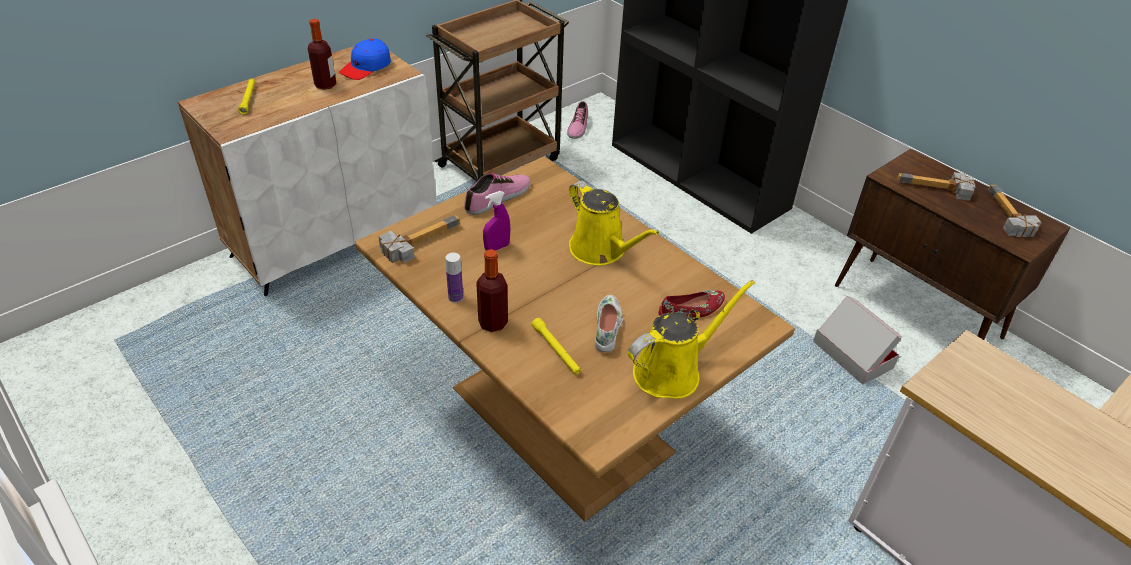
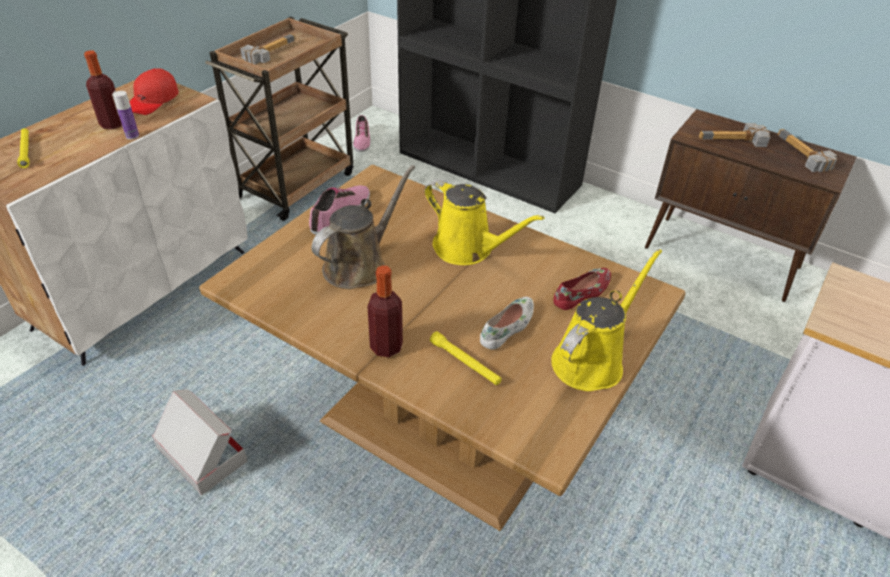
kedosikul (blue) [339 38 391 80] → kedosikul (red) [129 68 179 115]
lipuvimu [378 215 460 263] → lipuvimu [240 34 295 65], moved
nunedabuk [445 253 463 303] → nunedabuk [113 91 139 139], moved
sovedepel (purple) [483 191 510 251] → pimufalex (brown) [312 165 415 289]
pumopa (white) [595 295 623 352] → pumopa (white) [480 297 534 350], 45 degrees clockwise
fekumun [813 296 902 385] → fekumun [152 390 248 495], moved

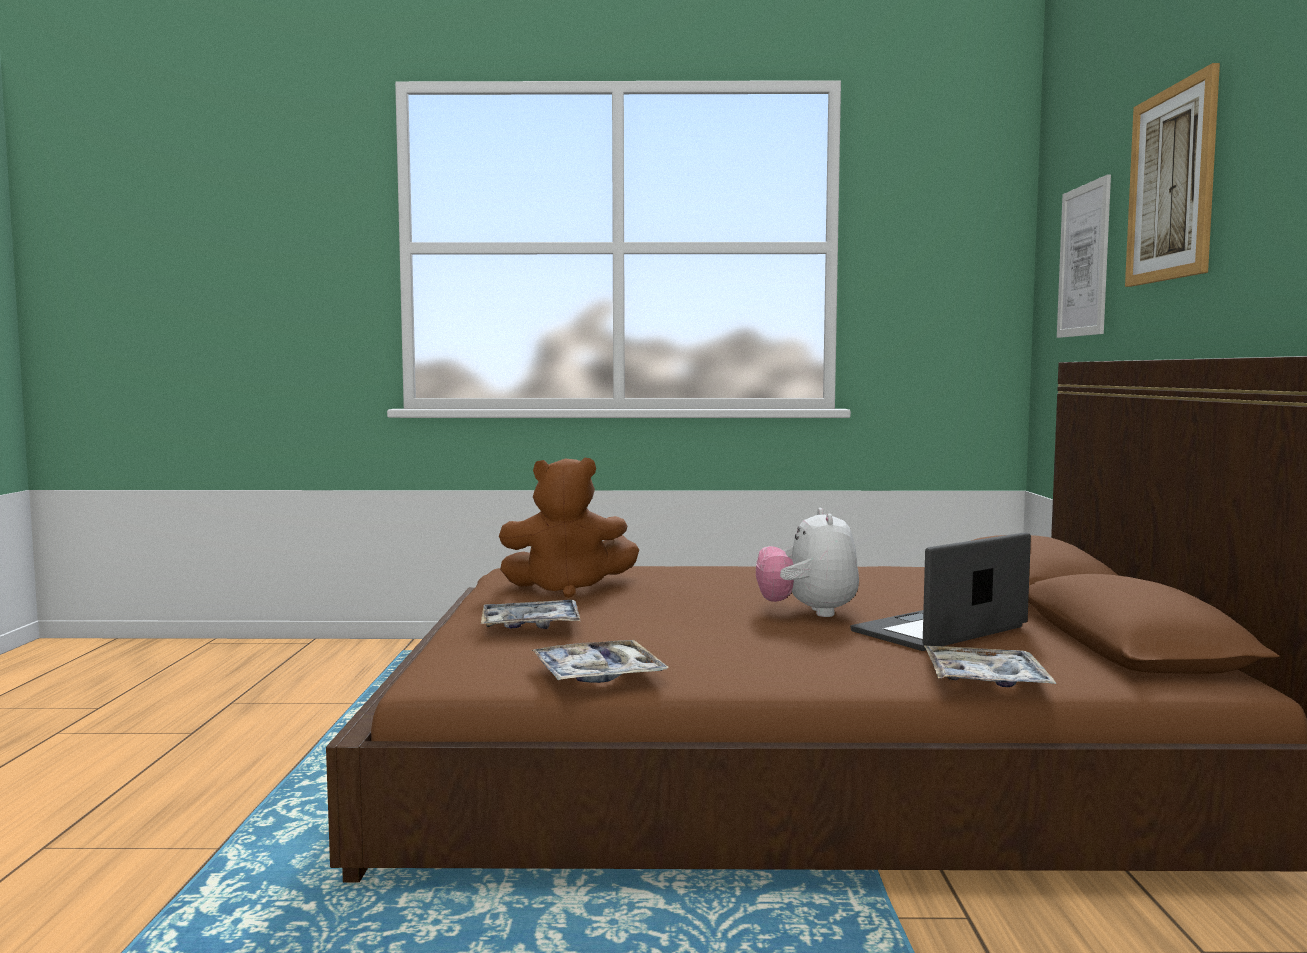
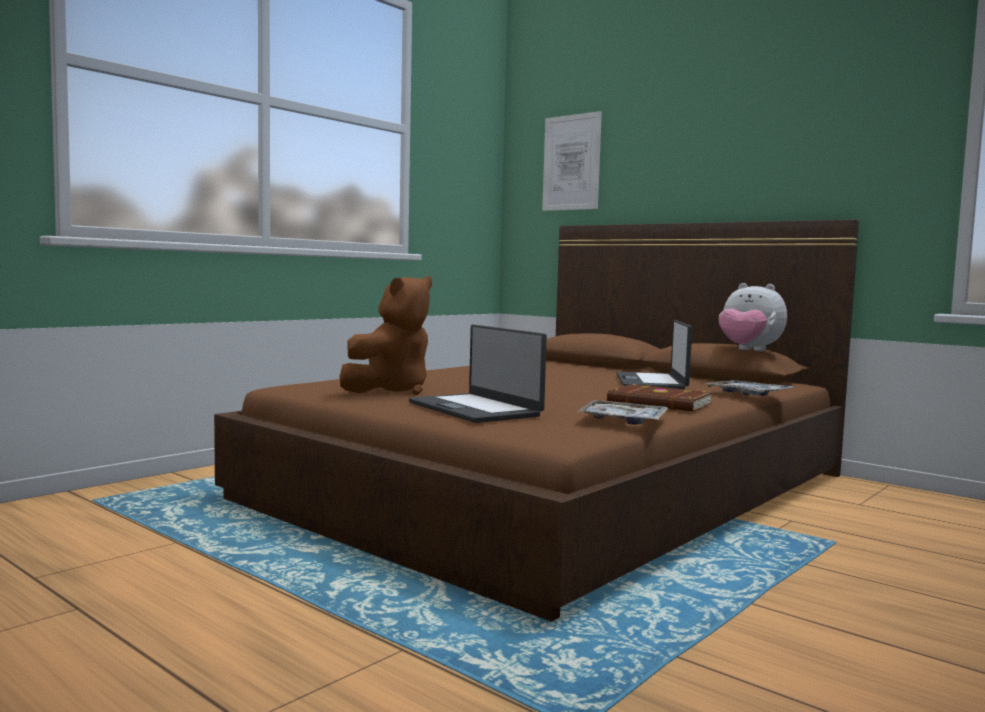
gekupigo [481 600 580 629] → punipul [409 324 547 423]
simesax [756 508 859 617] → simesax [719 283 787 351], moved
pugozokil [1125 63 1220 287] → -
- → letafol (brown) [607 384 712 412]

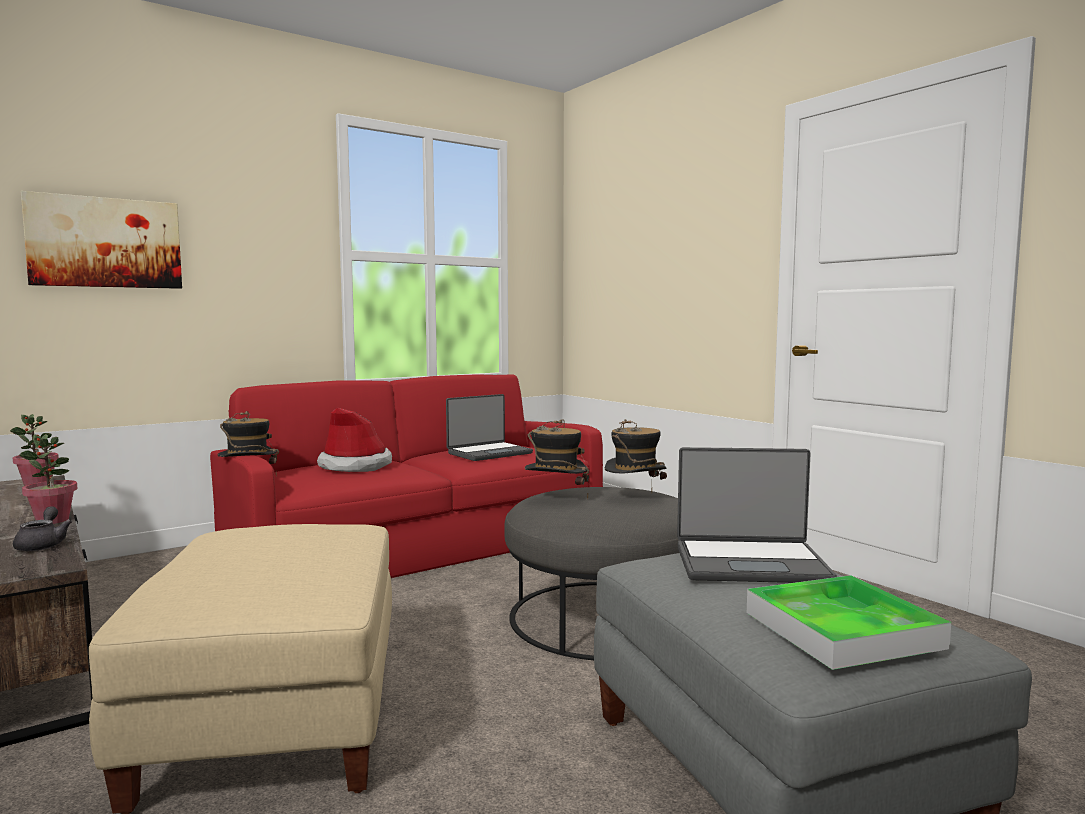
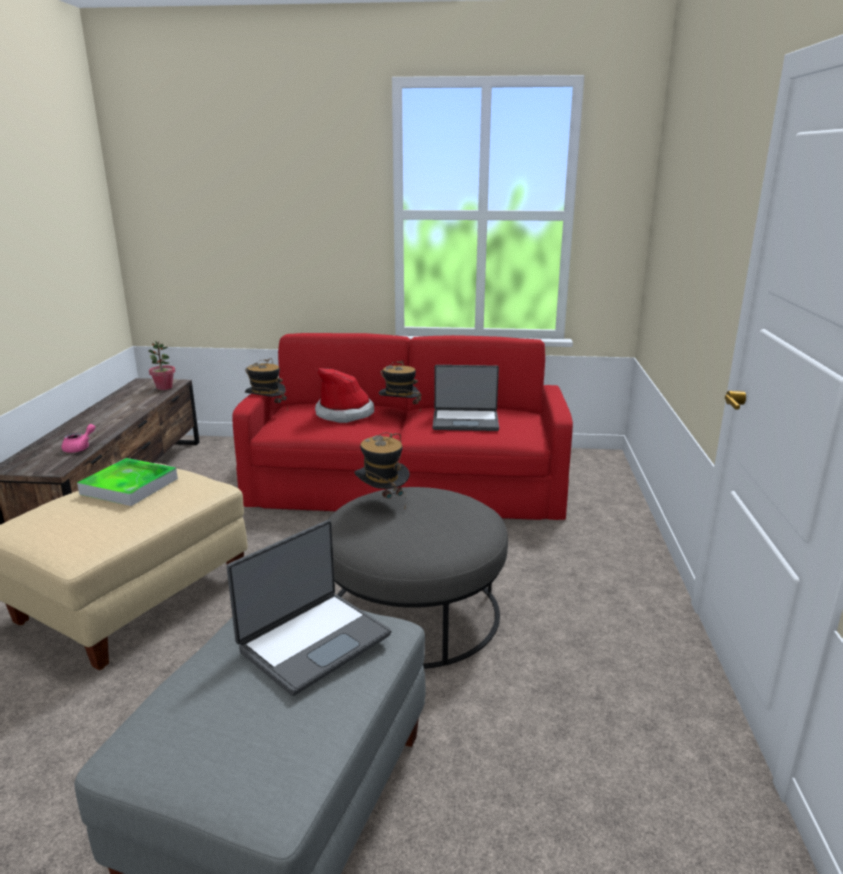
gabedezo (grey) [13 506 72 551] → gabedezo (pink) [62 424 95 453]
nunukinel [19 434 78 524] → -
pugozokil [21 191 182 289] → -
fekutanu [605 419 667 491] → fekutanu [379 360 421 404], moved
punipul [677 447 837 583] → punipul [227 520 391 696], 90 degrees counterclockwise
gekupigo [747 575 951 670] → gekupigo [77 458 178 506], moved

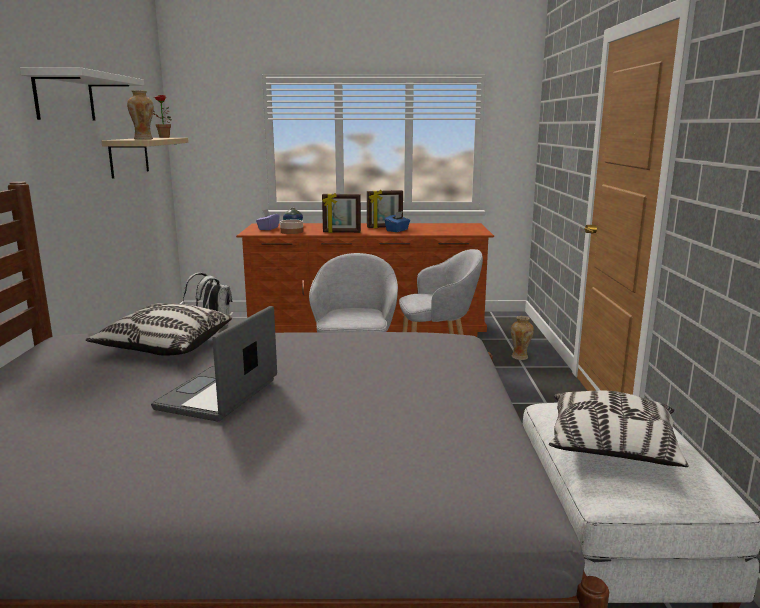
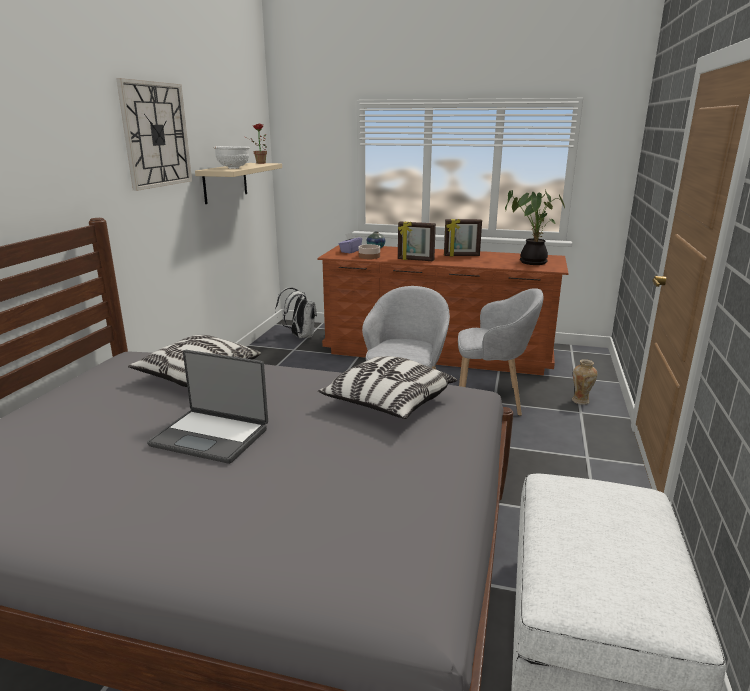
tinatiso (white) [20 67 144 121] → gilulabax [116 78 192 191]
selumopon [127 90 154 139] → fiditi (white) [214 146 250 169]
punipul [151 306 277 421] → punipul [147 350 268 464], 105 degrees counterclockwise
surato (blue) [384 211 410 232] → -
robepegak [549 390 689 467] → robepegak [318 356 457 419], moved
- → nunukinel [505 190 565 265]

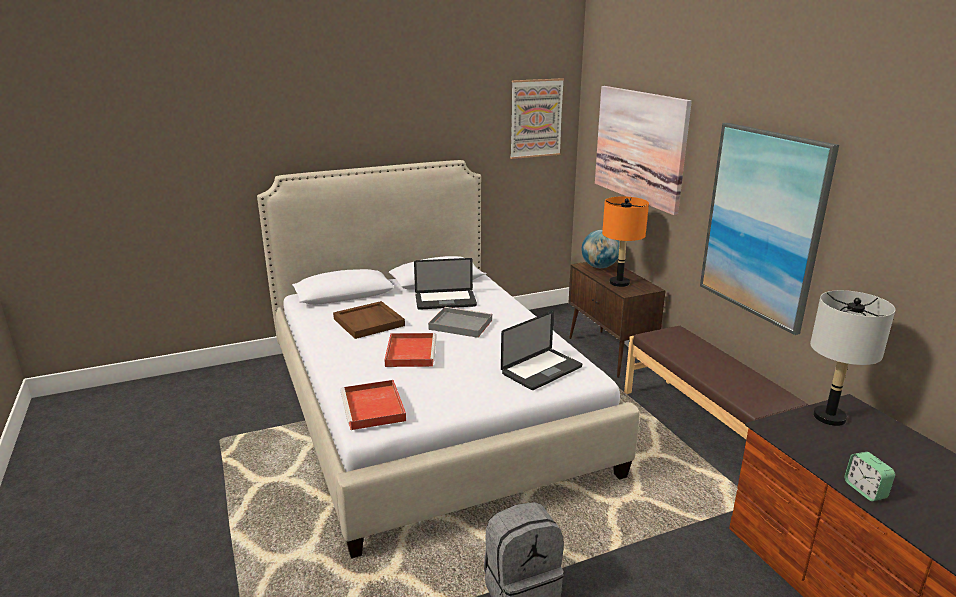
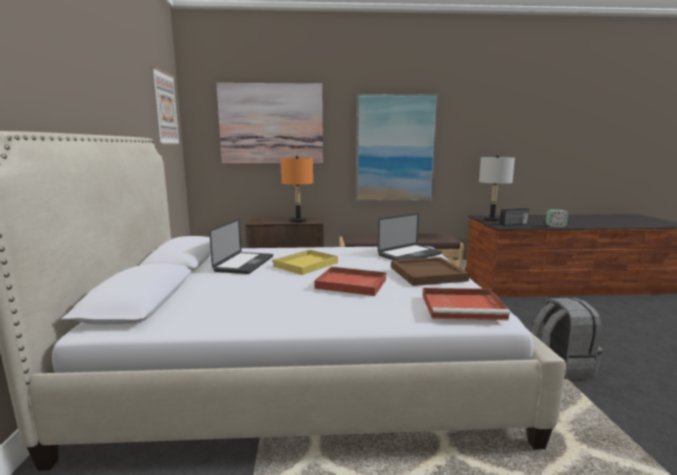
gekupigo (brown) [333 301 405 339] → gekupigo (brown) [391 257 469 286], moved
gekupigo (grey) [428 307 493 338] → gekupigo (yellow) [272 250 338 275]
punipul [501 311 582 390] → punipul [377 213 442 260], 75 degrees clockwise
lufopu [581 230 620 268] → -
- → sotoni [500 208 529 226]

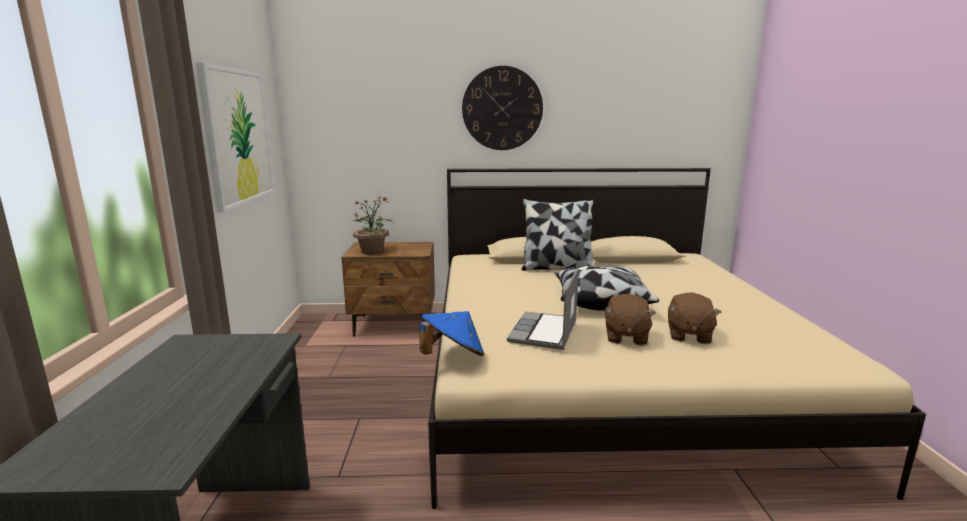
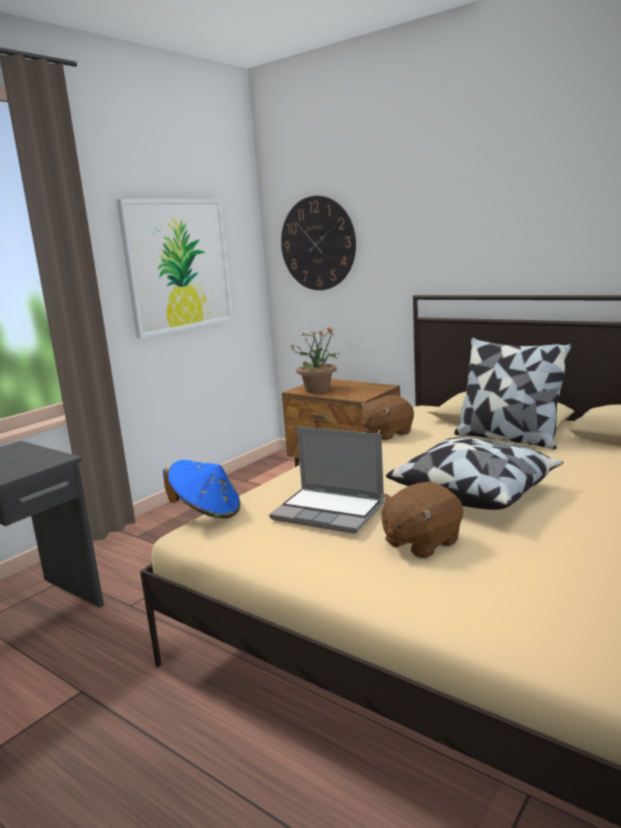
gilulabax [462 66 543 150] → gilulabax [281 196 356 290], moved
punipul [507 268 579 350] → punipul [269 427 384 534], 120 degrees counterclockwise
simesax (brown) [668 292 722 344] → simesax (brown) [360 395 414 441], moved

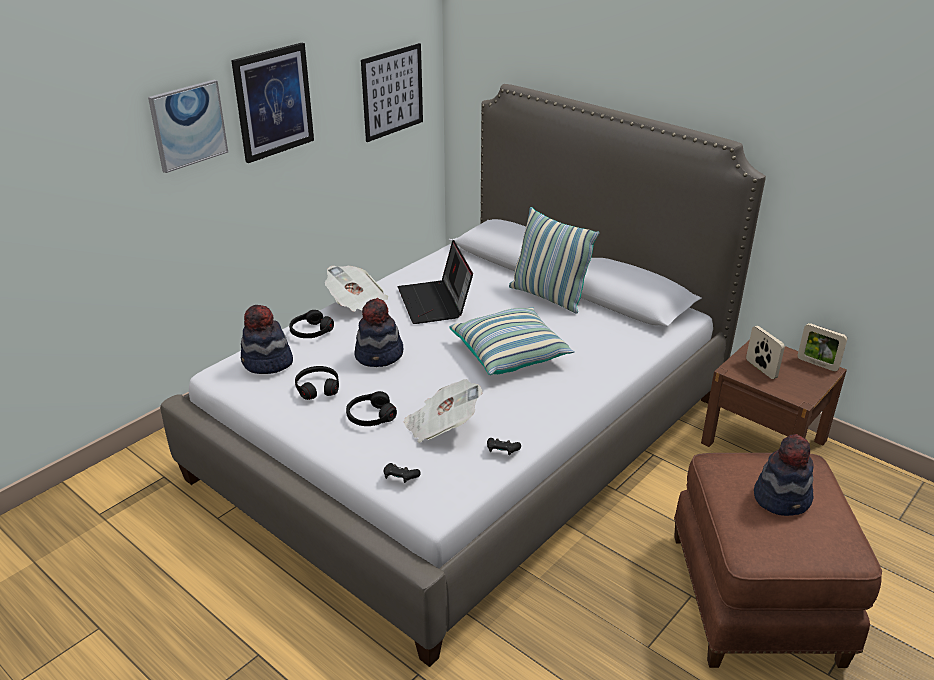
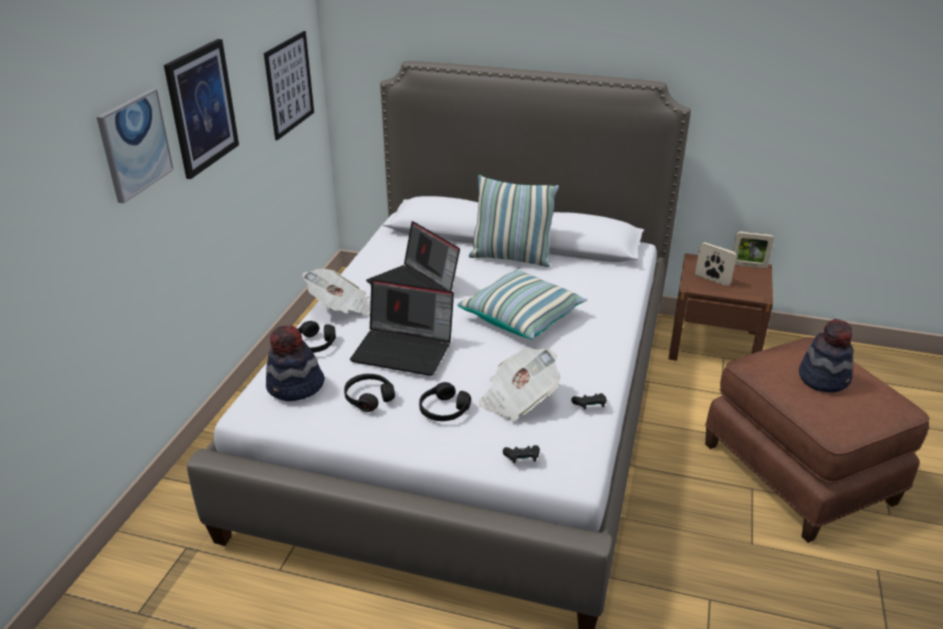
fekutanu [354 298 403 367] → punipul [350 279 454 376]

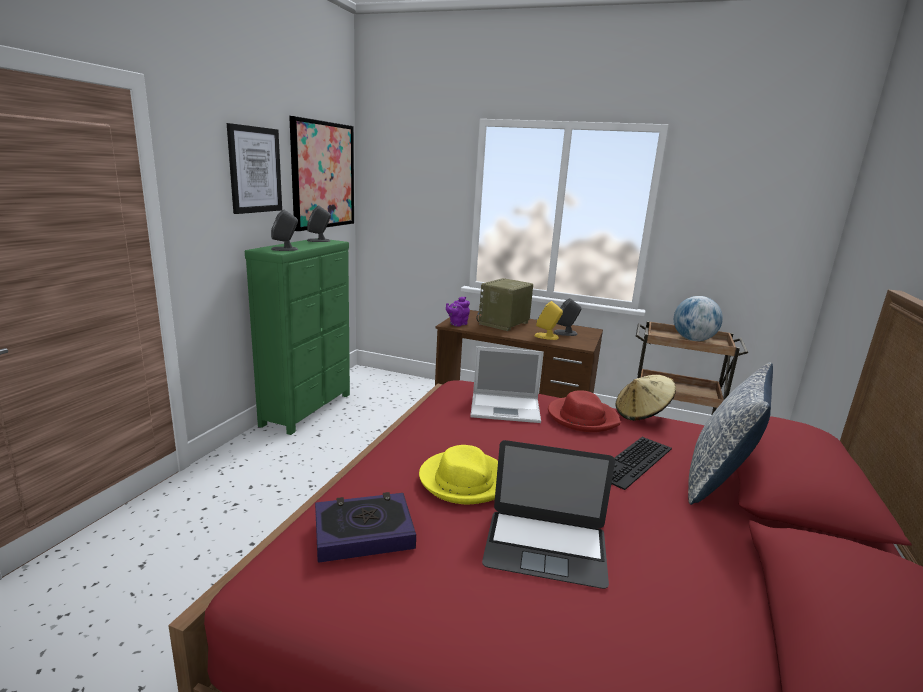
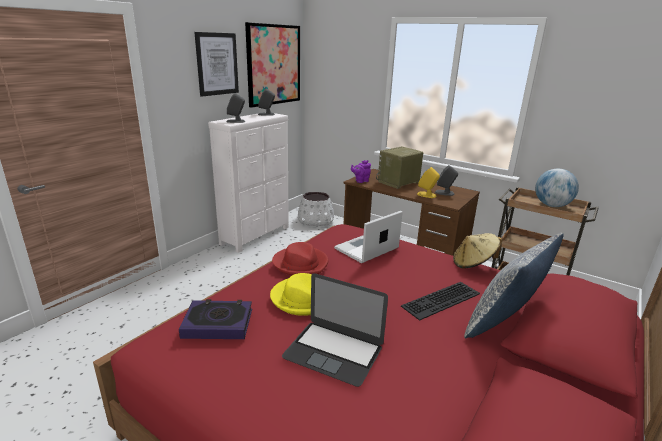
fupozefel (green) [245 240 350 435] → fupozefel (white) [208 112 289 253]
punipul [470 346 543 423] → punipul [334 211 403 263], 120 degrees clockwise
fekutanu (red) [548 390 621 432] → fekutanu (red) [272 242 328 276], moved
- → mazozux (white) [298 192 334 226]

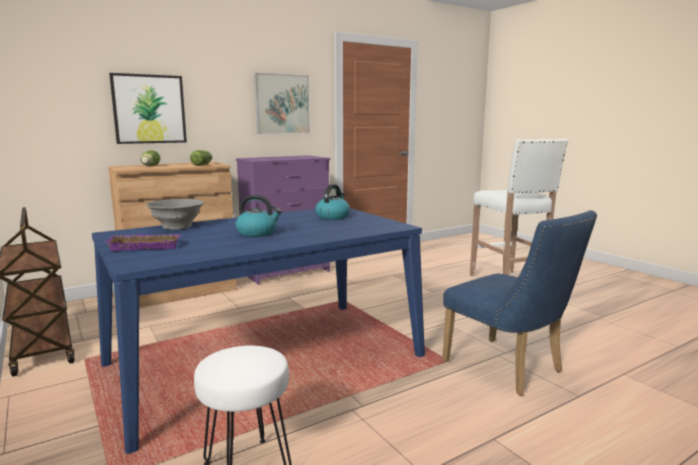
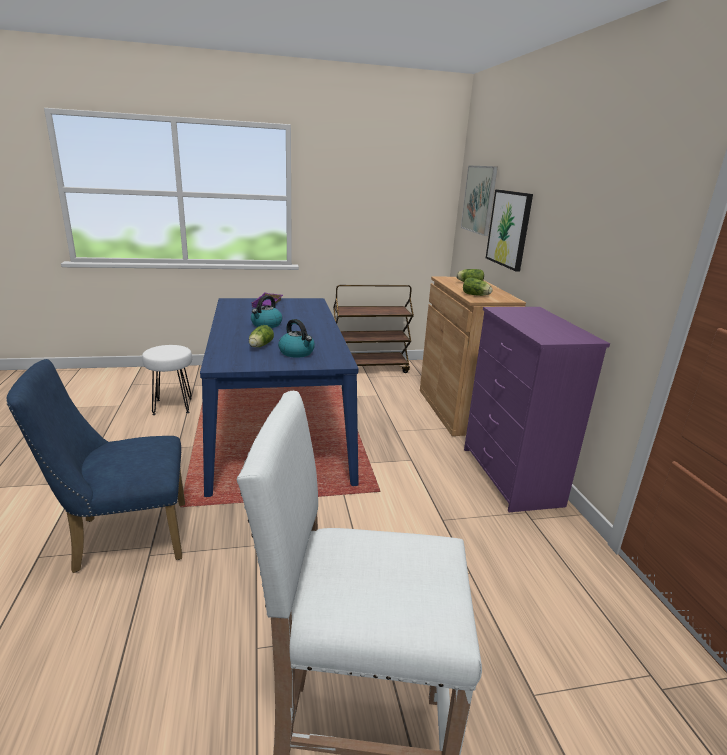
fiditi (grey) [146 199 205 230] → -
pugozokil [254 73 310 134] → pugozokil [461 165 498 236], moved
- → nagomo [249 325 274 347]

